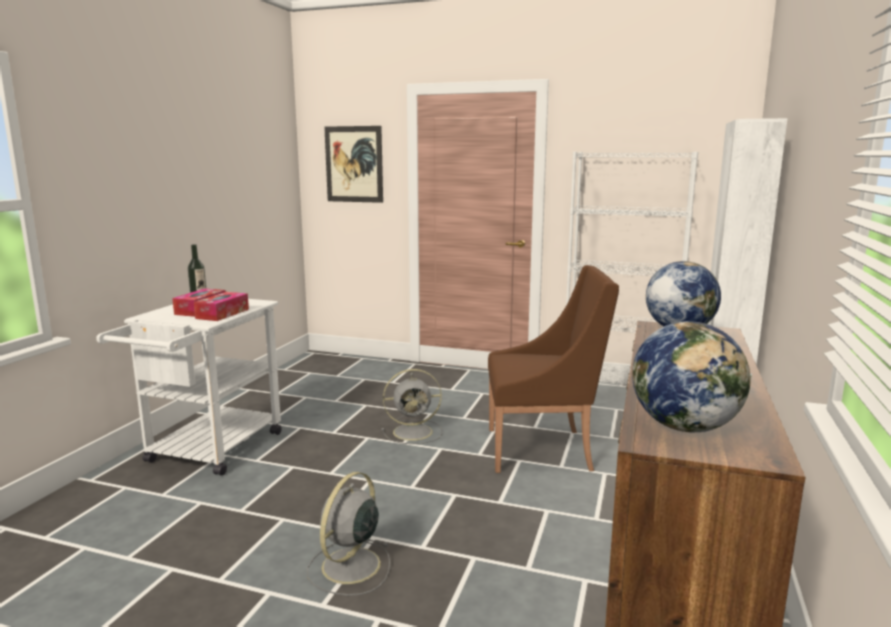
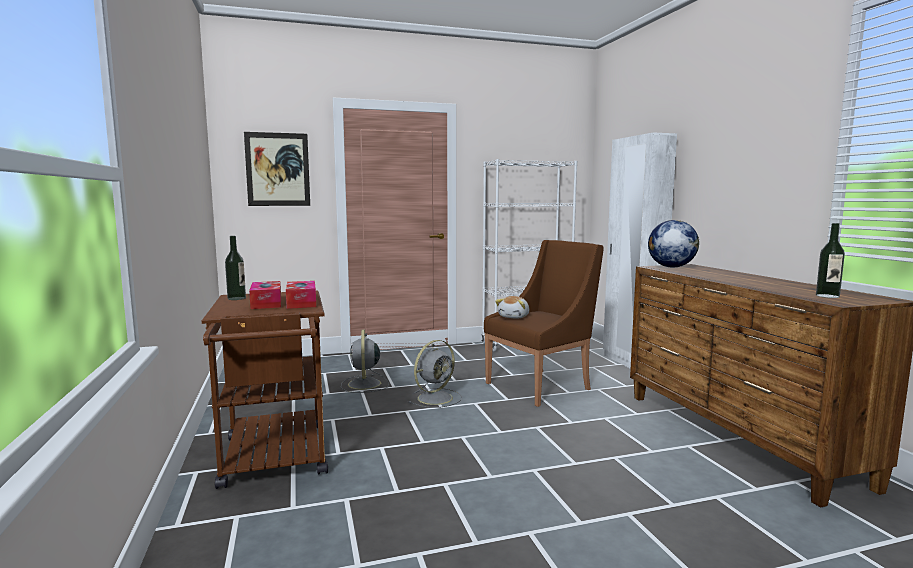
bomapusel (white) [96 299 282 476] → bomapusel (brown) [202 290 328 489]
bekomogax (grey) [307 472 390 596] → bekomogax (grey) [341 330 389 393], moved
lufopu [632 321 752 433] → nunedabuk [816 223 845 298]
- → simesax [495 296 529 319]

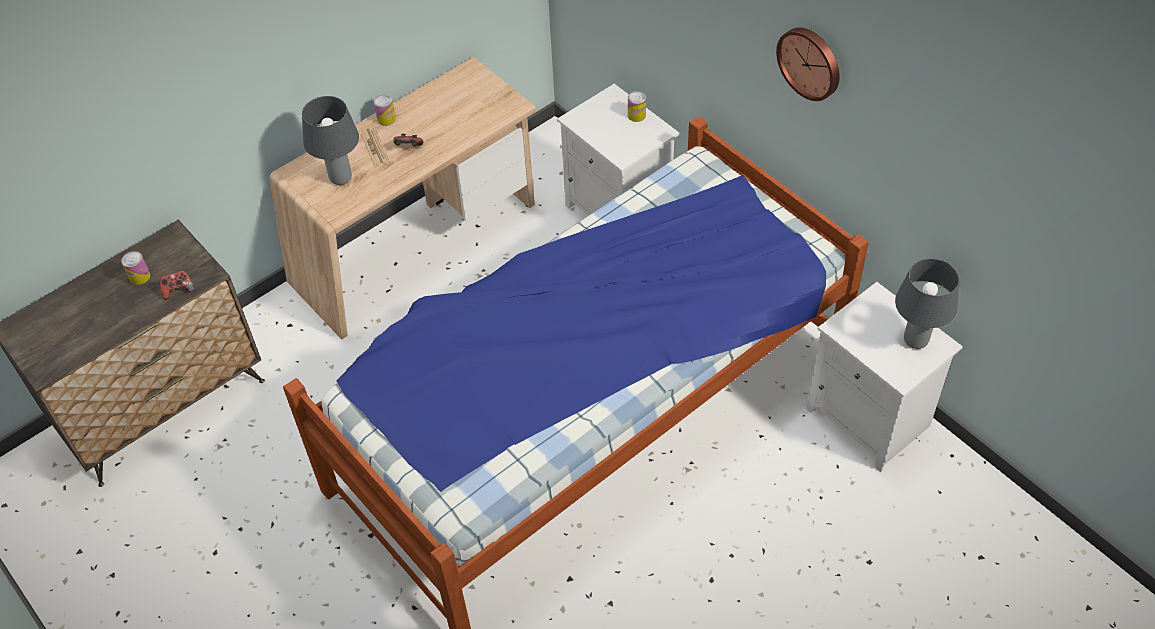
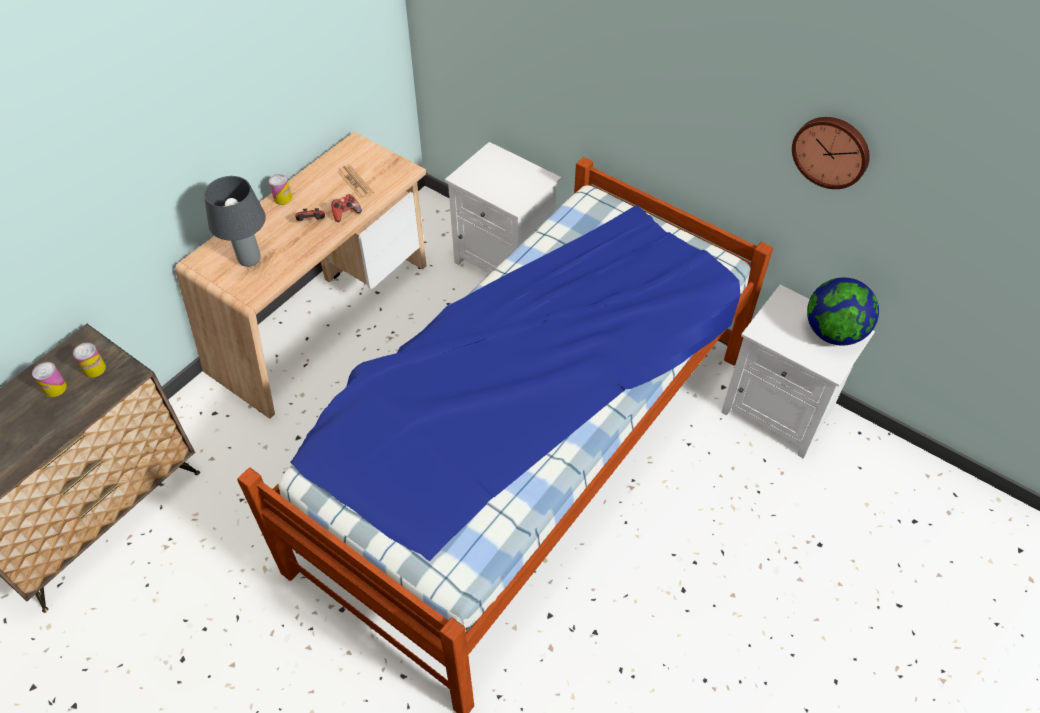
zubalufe [160 270 195 300] → zubalufe [331 194 362 222], moved
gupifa [360 127 390 167] → gupifa [337 164 374 199], moved
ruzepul [628 91 646 122] → ruzepul [73 343 106 378], moved
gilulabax [776 27 840 101] → gilulabax [792 117 870 189], moved
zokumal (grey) [895 258 959 349] → lufopu [807 277 879 346]

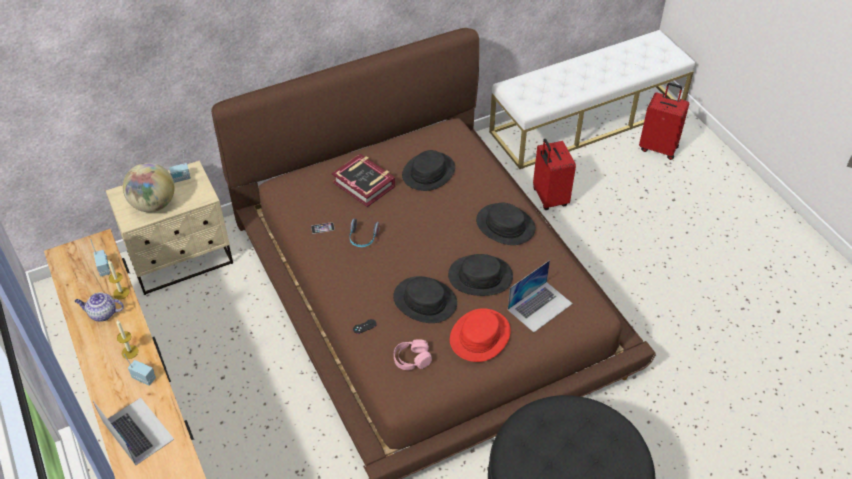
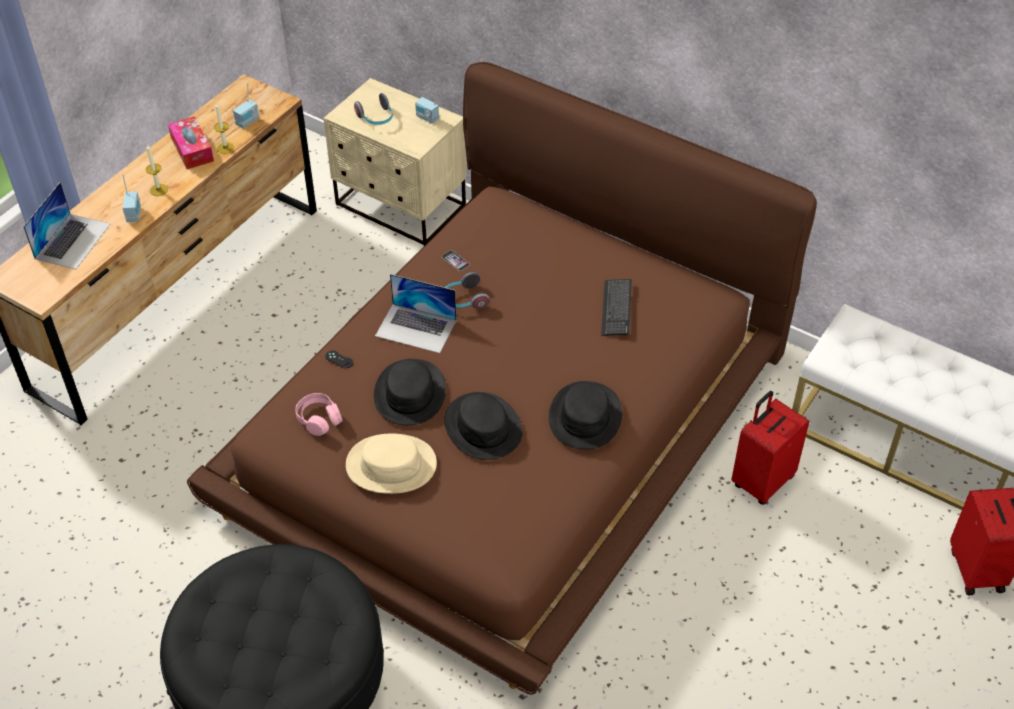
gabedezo [75 292 124 321] → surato [168 116 214 169]
lufopu [123 163 175 212] → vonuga [354 93 393 125]
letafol [332 154 396 207] → -
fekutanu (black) [402 150 455 191] → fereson [601 279 632 336]
fekutanu (red) [450 308 511 362] → fekutanu (beige) [346 434 437 494]
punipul [508 260 573 332] → punipul [375 274 457 353], moved

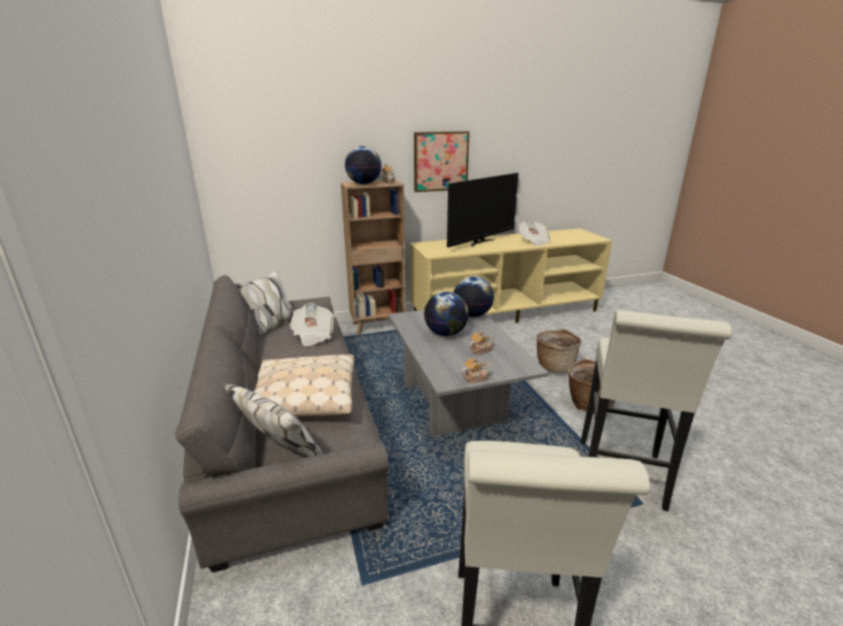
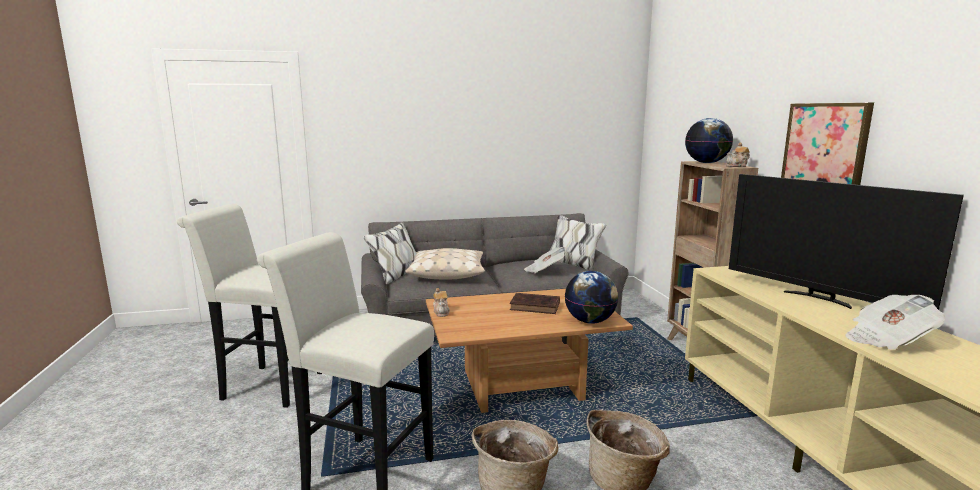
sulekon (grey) [388 310 549 437] → sulekon (brown) [426 289 633 413]
lufopu [424 292 469 336] → letafol (brown) [510 293 560 314]
gabedezo [469 331 494 355] → -

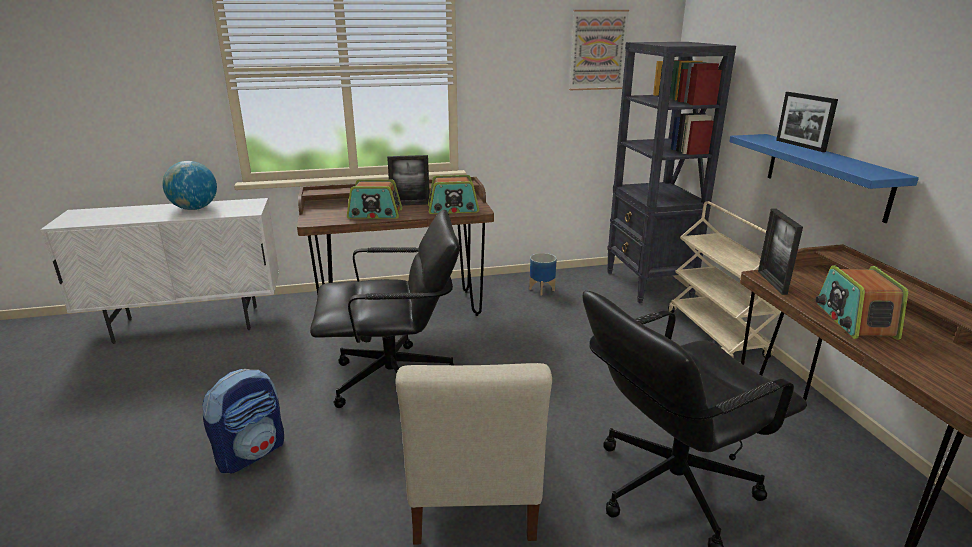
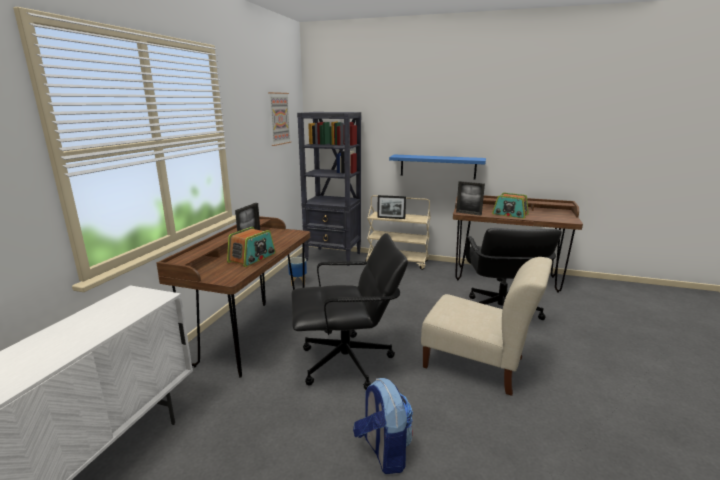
lufopu [162 161 217 210] → -
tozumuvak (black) [310 209 460 408] → tozumuvak (black) [292 233 408 390], 60 degrees clockwise
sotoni [428 175 479 214] → -
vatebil [776 92 838 152] → vatebil [377 195 406 219], moved

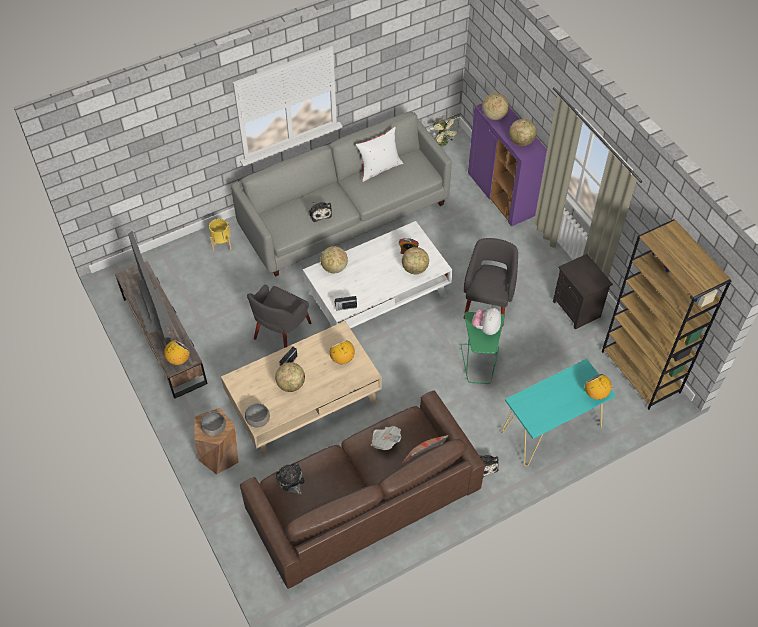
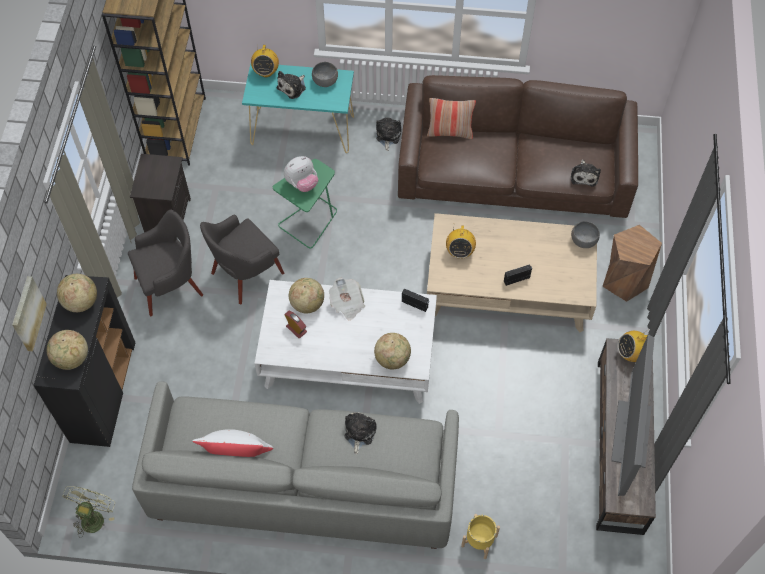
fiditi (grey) [201 411 226 437] → fiditi (grey) [312 62 338 87], moved
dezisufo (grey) [247 285 312 348] → dezisufo (grey) [128 209 203 317], moved
lufopu [275 362 305 392] → -
gupifa [371 426 401 450] → gupifa [329 278 365 321], moved
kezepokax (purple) [468 103 547 227] → kezepokax (black) [34 275 136 447]
- → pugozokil [12 276 47 351]
- → simesax [276 71 306 99]

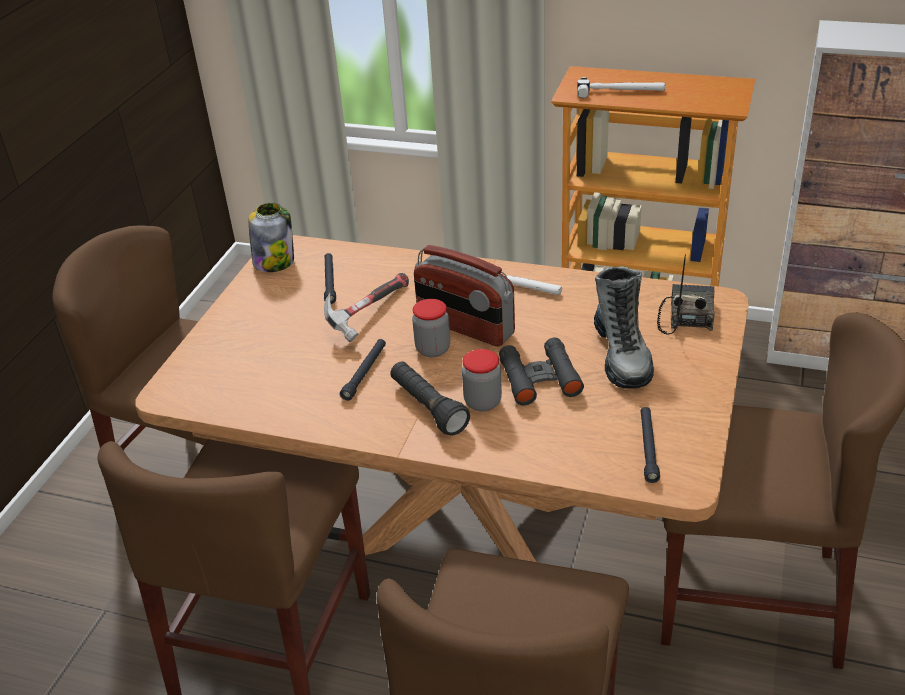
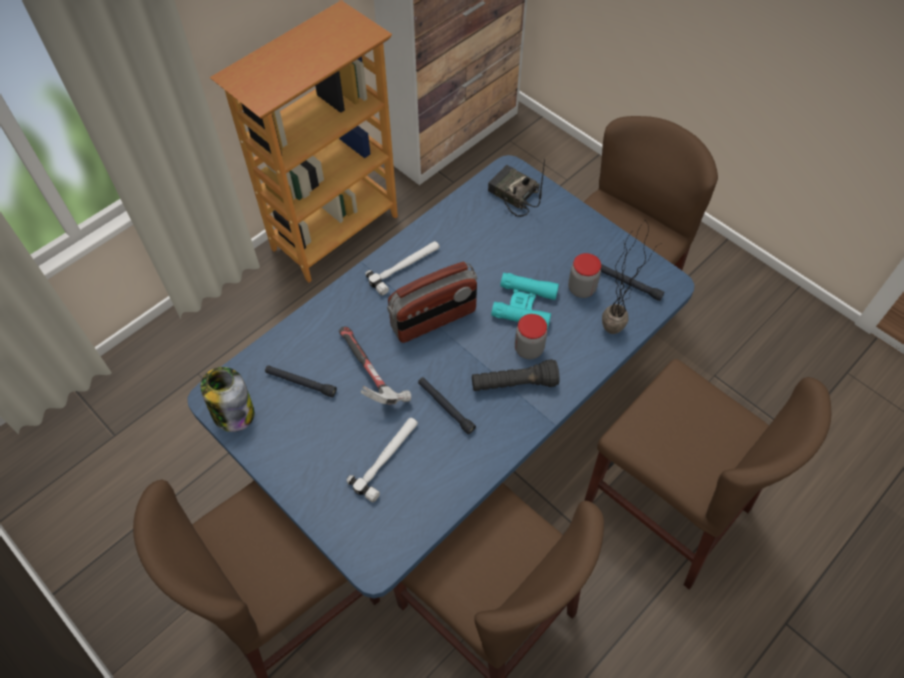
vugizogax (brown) [135 235 749 562] → vugizogax (blue) [187 155 695 599]
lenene [412 299 450 357] → lenene [568 253 601 298], moved
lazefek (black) [499 338 584 406] → lazefek (turquoise) [491 273 559 329]
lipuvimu [577 77 665 98] → lipuvimu [347 418 418 502], moved
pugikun [594 266 654 389] → -
- → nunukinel [602 219 662 334]

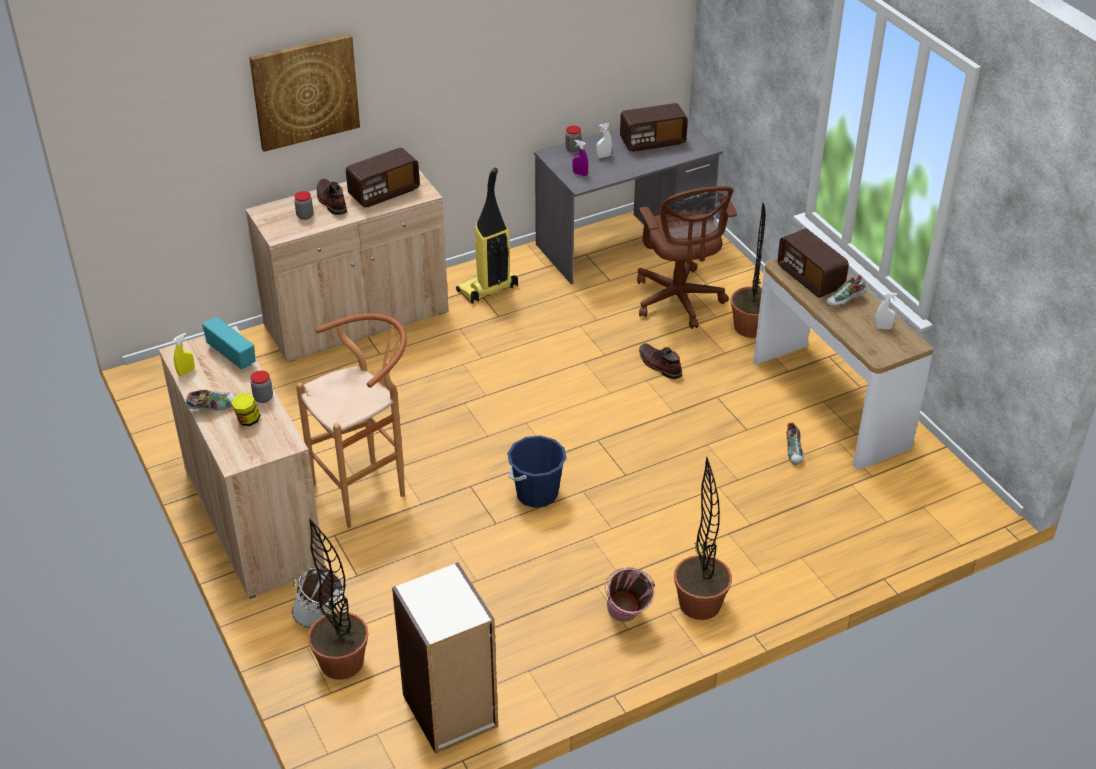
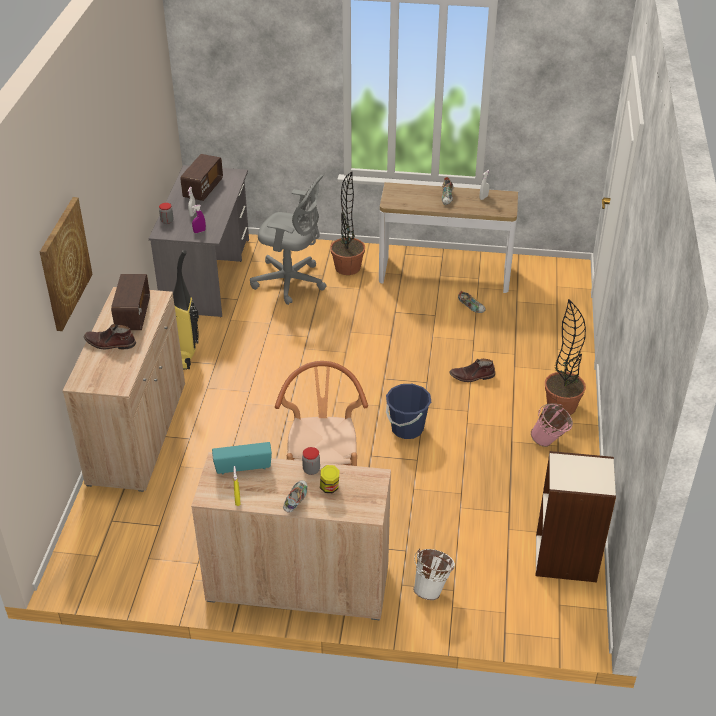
lenene [294 191 313 220] → -
nunukinel [307 519 369 680] → -
tozumuvak (brown) [637 186 737 329] → tozumuvak (grey) [250 175 327 305]
pugikun (brown) [639 343 682 379] → pugikun (brown) [449 359 495 382], moved
sotoni [777 228 849 298] → -

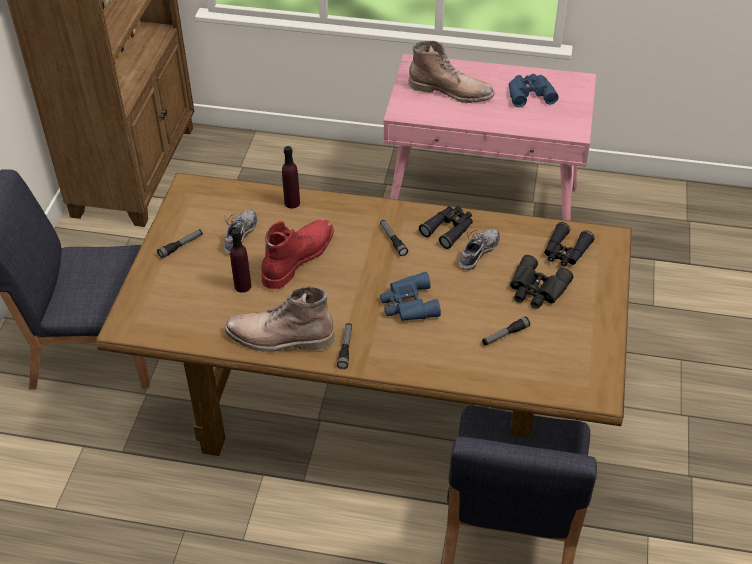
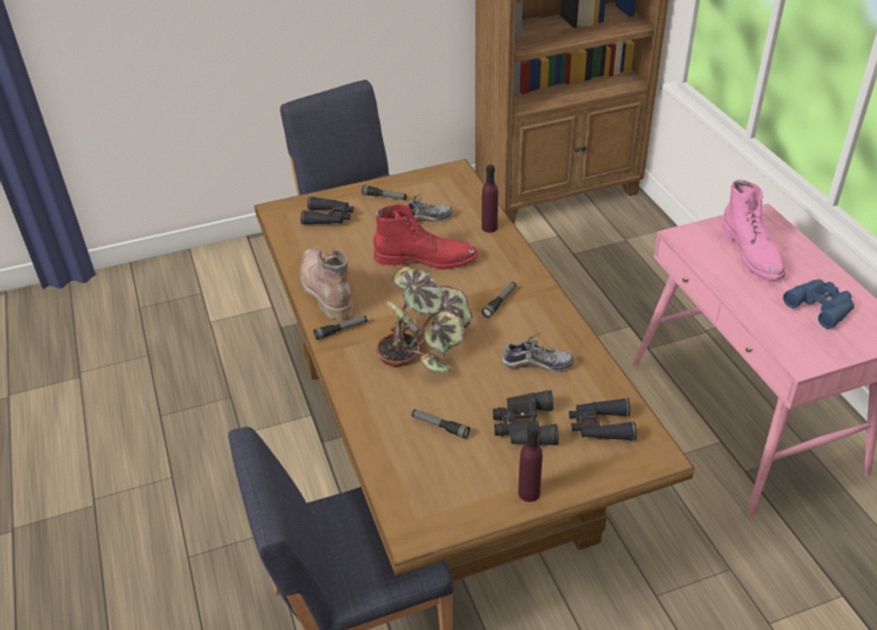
nunedabuk (purple) [230 229 251 293] → nunedabuk (purple) [518 424 543 502], moved
lazefek (blue) [380 272 441 321] → nunukinel [376 266 473 374]
pugikun (brown) [408 41 494 103] → pugikun (pink) [721 180 785 281]
lazefek (black) [419 206 473 249] → lazefek (black) [301 196 354 225], moved

